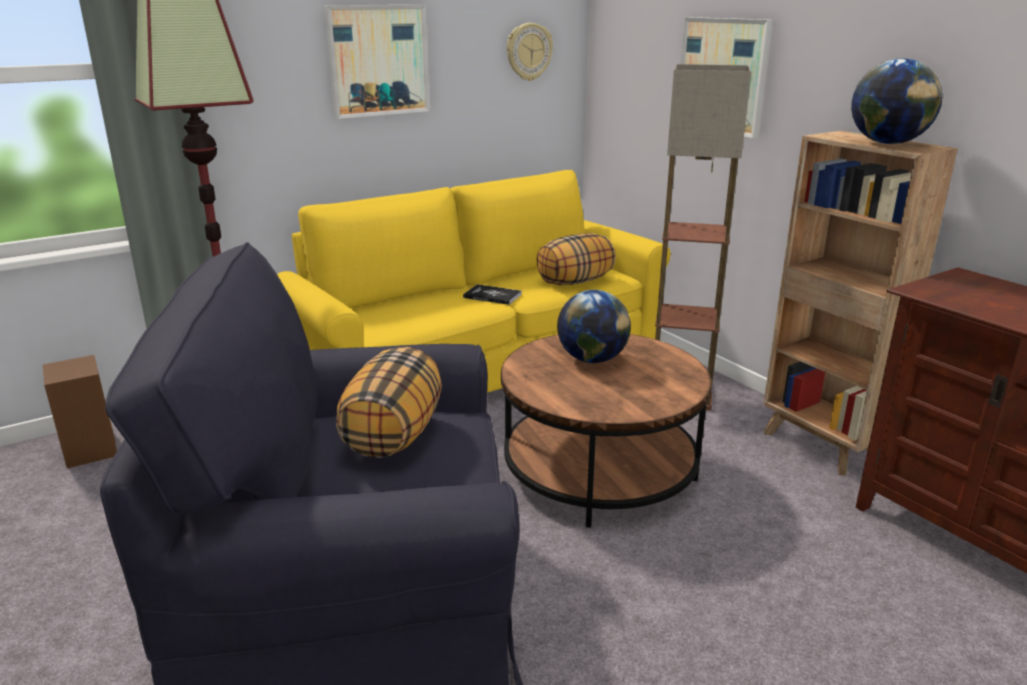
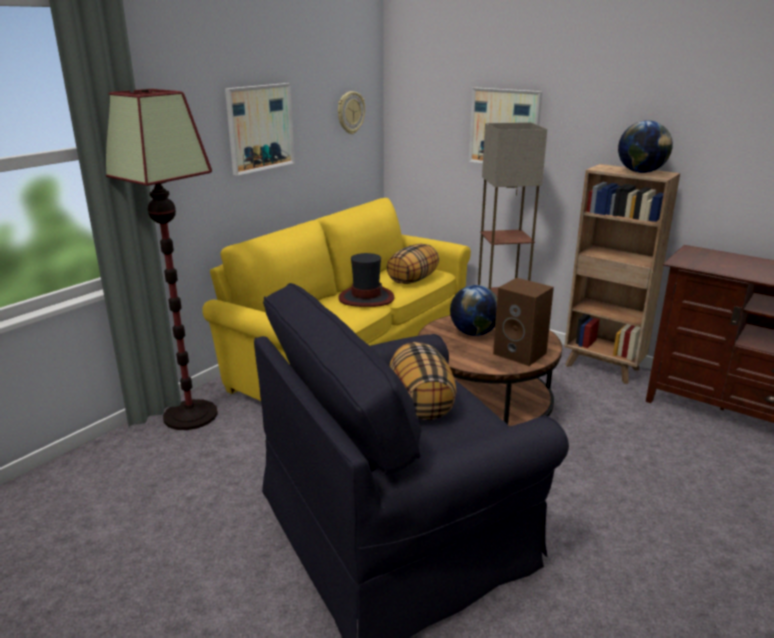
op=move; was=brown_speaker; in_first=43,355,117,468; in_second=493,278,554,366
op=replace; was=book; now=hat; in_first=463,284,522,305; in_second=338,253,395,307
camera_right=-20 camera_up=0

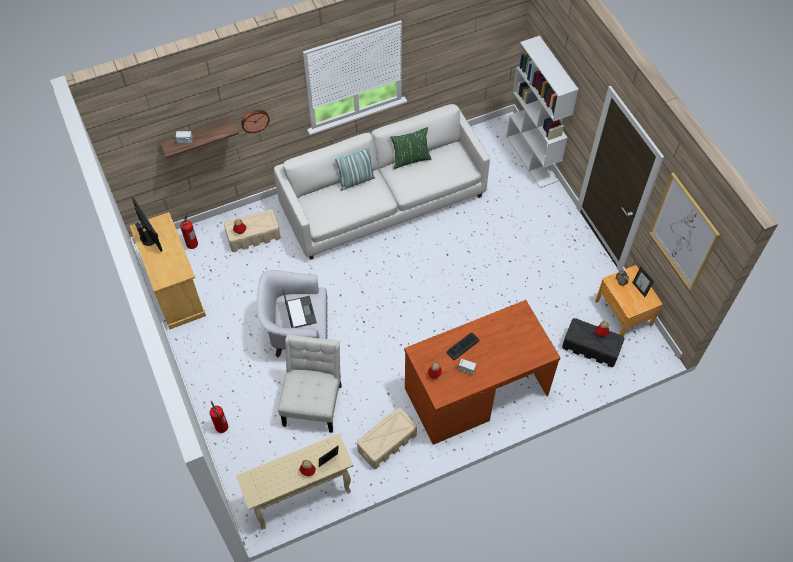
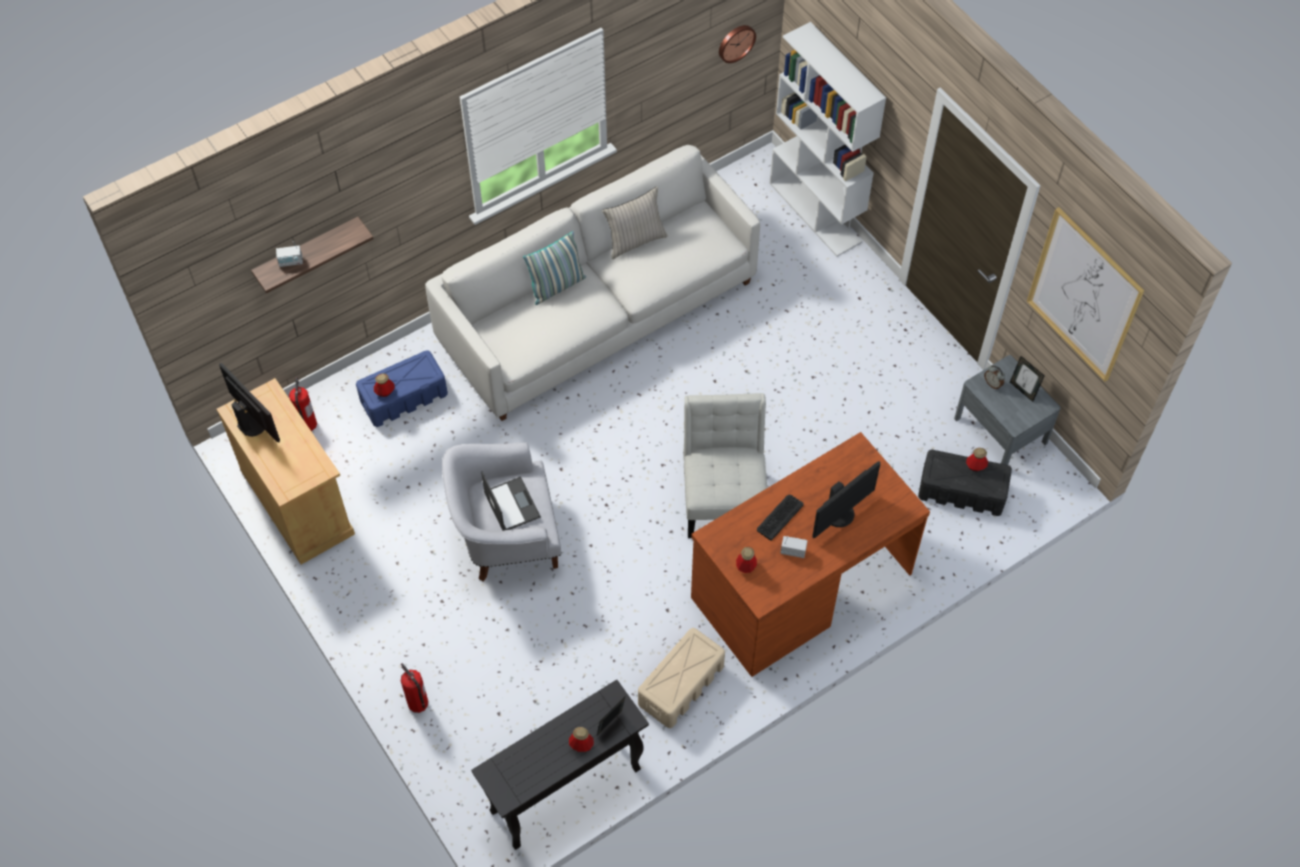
op=recolor; was=beige_storage_box; now=blue_storage_box; in_first=224,209,281,252; in_second=356,350,448,427
op=recolor; was=beige_console_table; now=black_console_table; in_first=236,433,353,530; in_second=471,680,649,850
op=move; was=wall_clock; in_first=241,110,270,133; in_second=719,25,756,63
op=move; was=white_chair; in_first=278,335,342,433; in_second=683,393,767,538
op=recolor; was=green_pillow; now=beige_pillow; in_first=390,127,432,169; in_second=602,186,668,259
op=recolor; was=brown_nightstand; now=grey_nightstand; in_first=595,265,662,336; in_second=954,355,1061,465
op=insert; now=monitor; in_second=812,461,880,538
camera_right=-10 camera_up=0

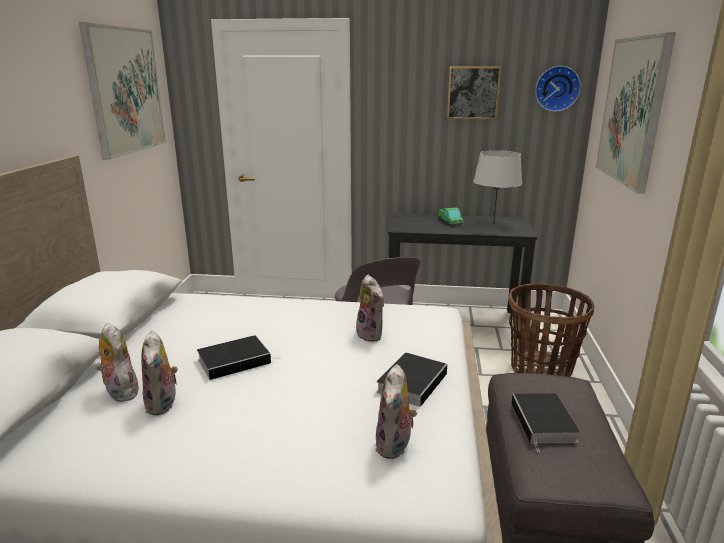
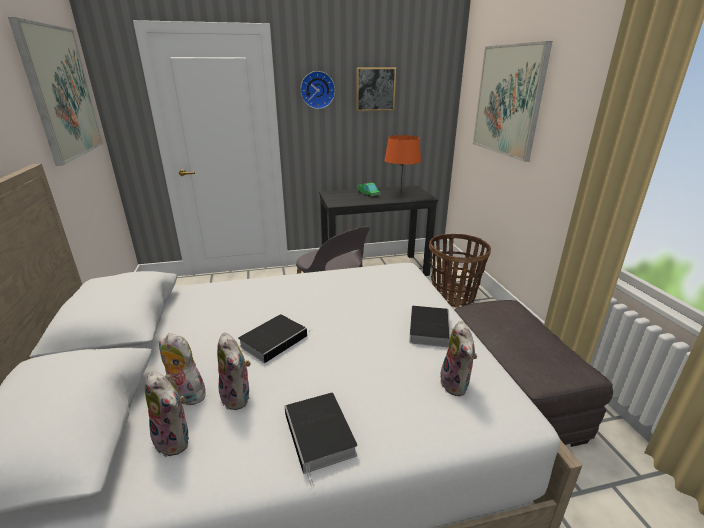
op=move; was=plush_toy; in_first=356,275,384,342; in_second=145,371,189,457
op=recolor; was=grey_table_lamp; now=orange_table_lamp; in_first=473,150,522,220; in_second=384,135,421,188
op=move; was=book; in_first=511,393,580,452; in_second=285,393,357,487
op=move; was=wall_clock; in_first=535,66,581,112; in_second=300,71,335,109
camera_right=-20 camera_up=5

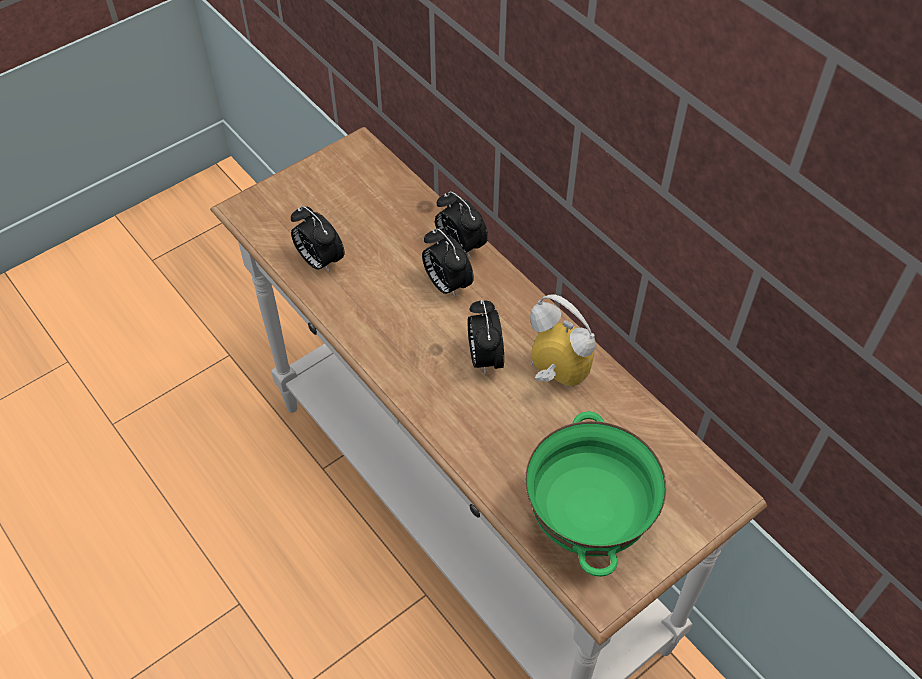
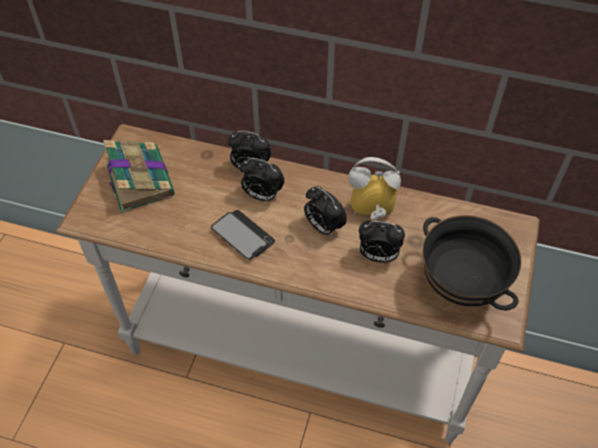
op=move; was=alarm_clock; in_first=291,206,344,273; in_second=359,220,405,263
op=recolor; was=green_bowl; now=black_bowl; in_first=525,411,667,577; in_second=423,215,522,311
op=insert; now=book; in_second=103,140,174,213
op=insert; now=phone; in_second=211,210,275,260
camera_right=-35 camera_up=0

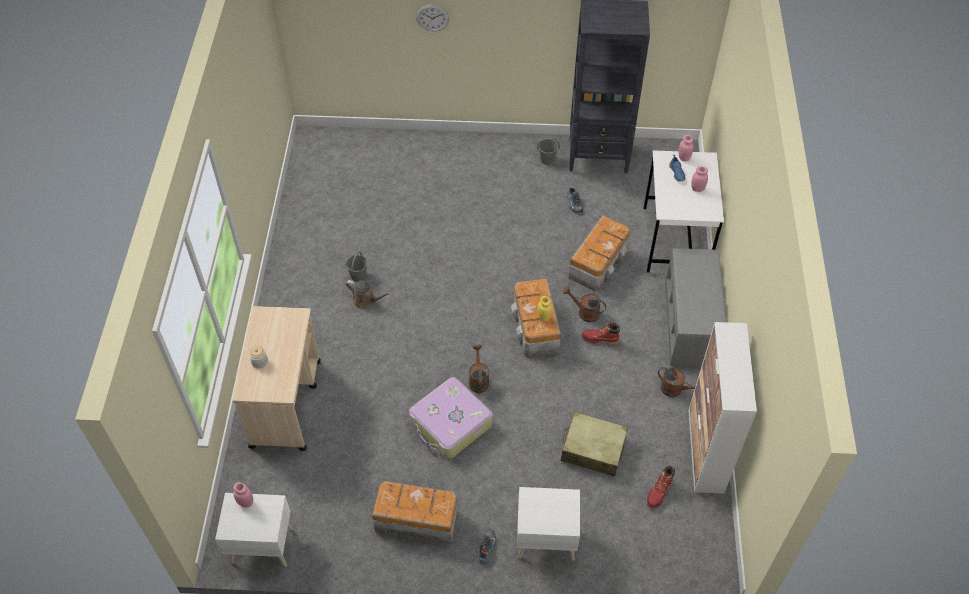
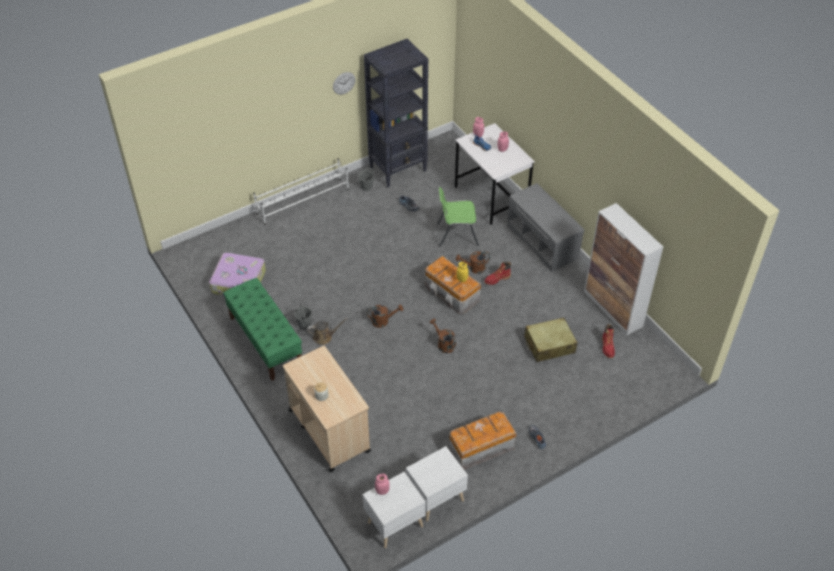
op=move; was=suitcase; in_first=409,377,493,459; in_second=209,252,266,297
op=move; was=wall_clock; in_first=416,5,449,31; in_second=333,72,356,95
op=move; was=white_nightstand; in_first=517,487,580,561; in_second=406,446,468,521
op=replace; was=storage_box; now=green_chair; in_first=569,216,630,291; in_second=437,187,479,247
op=move; was=brown_watering_can; in_first=658,367,696,397; in_second=367,305,403,328
op=insert; now=green_bench; in_second=223,278,302,381
op=insert; now=white_shoe_rack; in_second=253,158,349,225
camera_right=-35 camera_up=-5

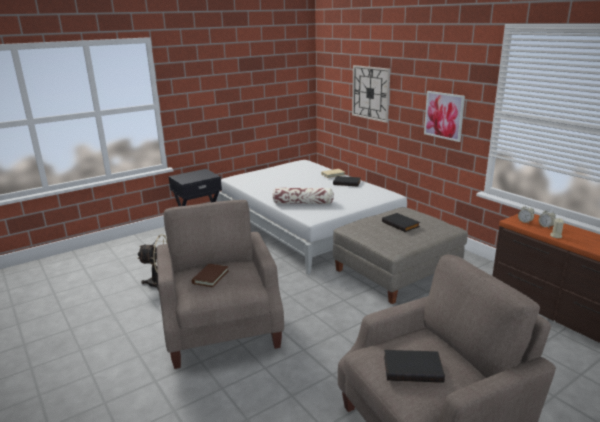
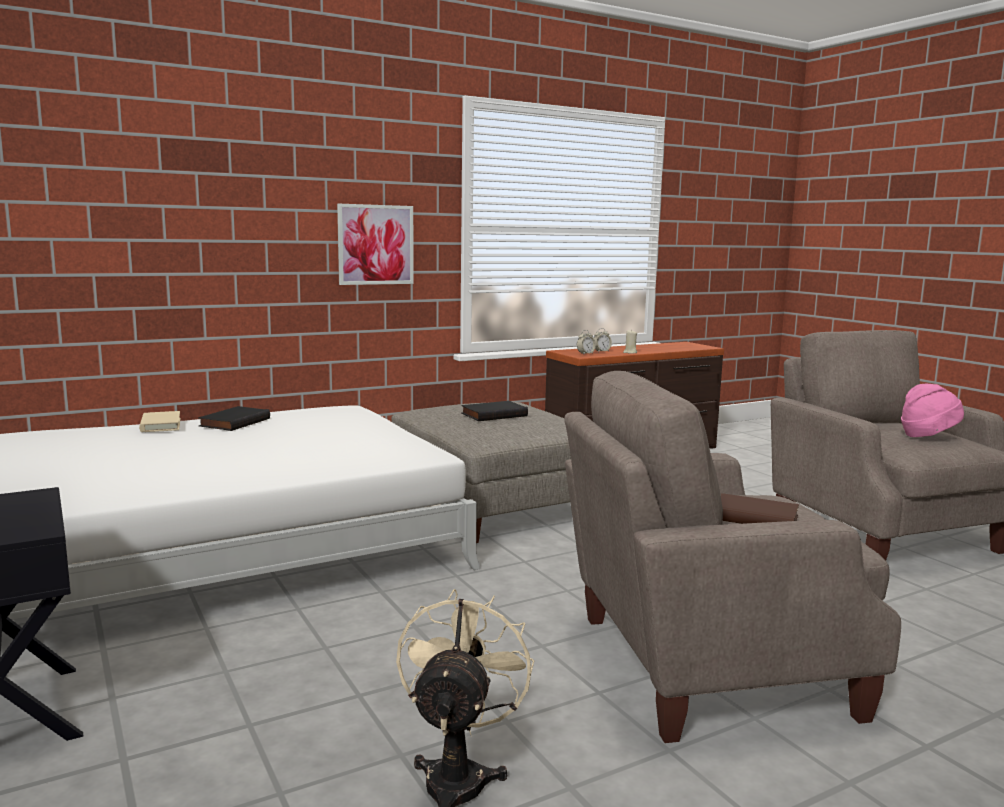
op=delete; was=pillow; in_first=272,188,334,204
op=delete; was=wall_clock; in_first=352,65,390,123
op=replace; was=black_book; now=pink_hat; in_first=384,350,445,383; in_second=901,384,964,437
camera_right=-85 camera_up=-10

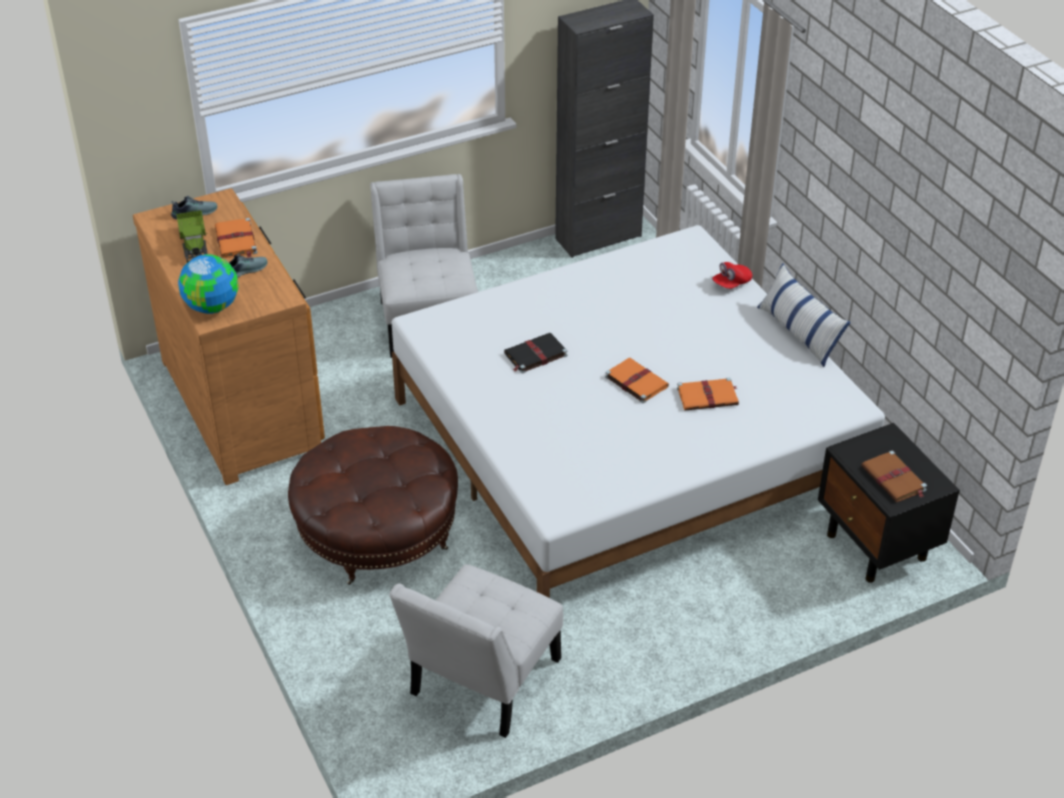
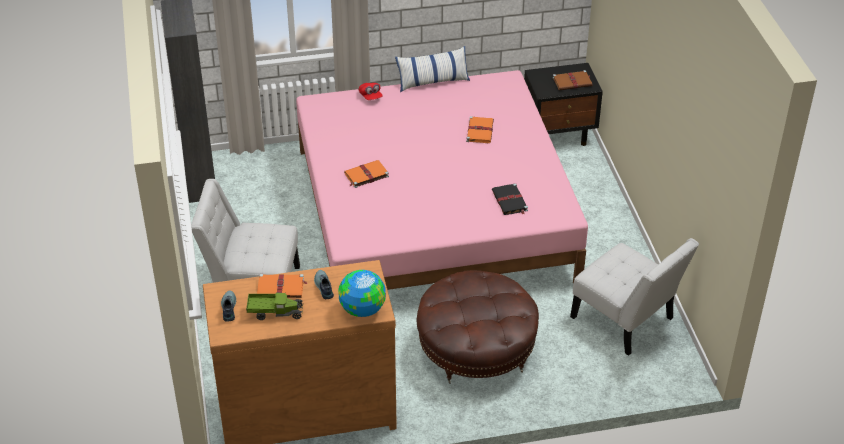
op=recolor; was=white_bed; now=pink_bed; in_first=391,225,885,598; in_second=296,70,588,290
op=move; was=black_book; in_first=504,333,568,373; in_second=492,183,528,215
op=move; was=orange_book; in_first=605,358,669,403; in_second=344,160,389,188
camera_right=-75 camera_up=0

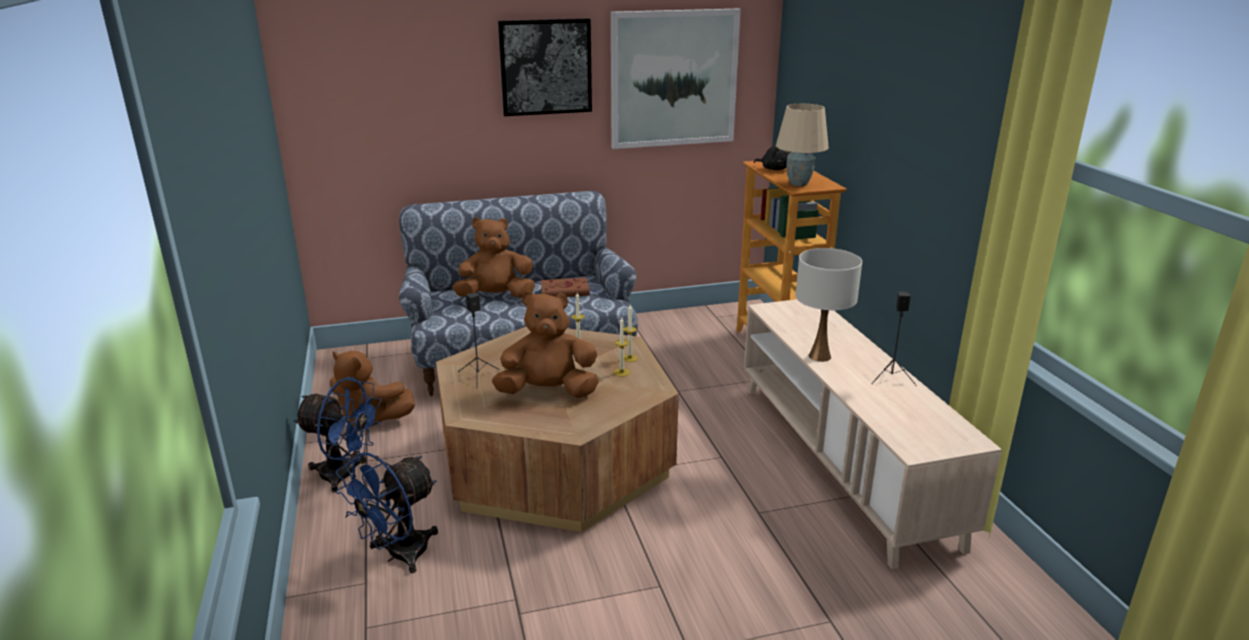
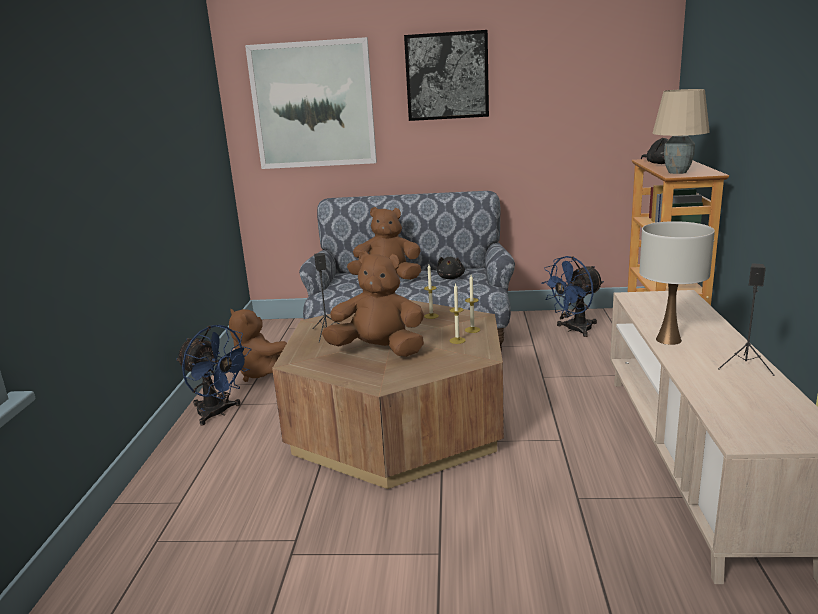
op=move; was=blue_fan; in_first=336,452,438,573; in_second=541,256,604,337
op=replace; was=brown_book; now=black_plush_toy; in_first=541,278,598,297; in_second=437,257,465,279
op=move; was=picture; in_first=611,9,741,149; in_second=245,37,377,169
camera_right=20 camera_up=-5

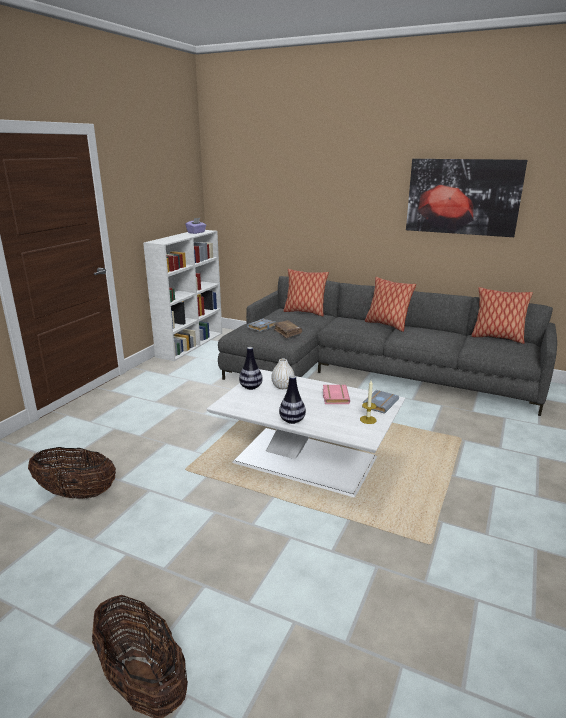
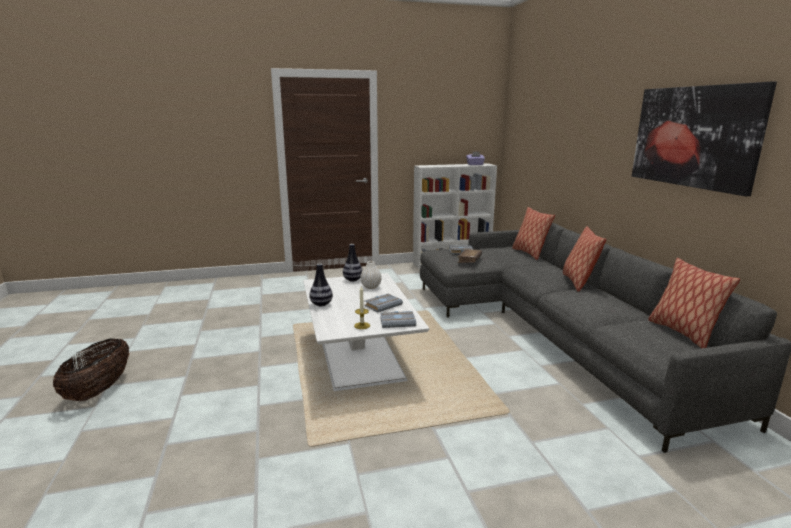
op=delete; was=basket; in_first=28,447,116,499
op=recolor; was=pink_book; now=grey_book; in_first=323,385,350,404; in_second=364,294,403,312
camera_right=50 camera_up=-5

